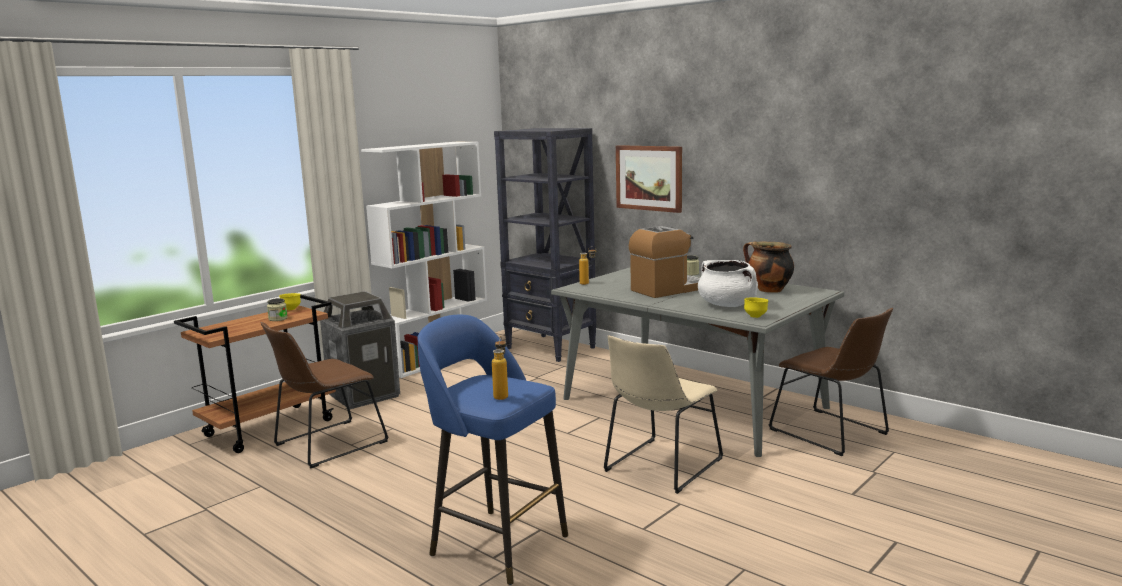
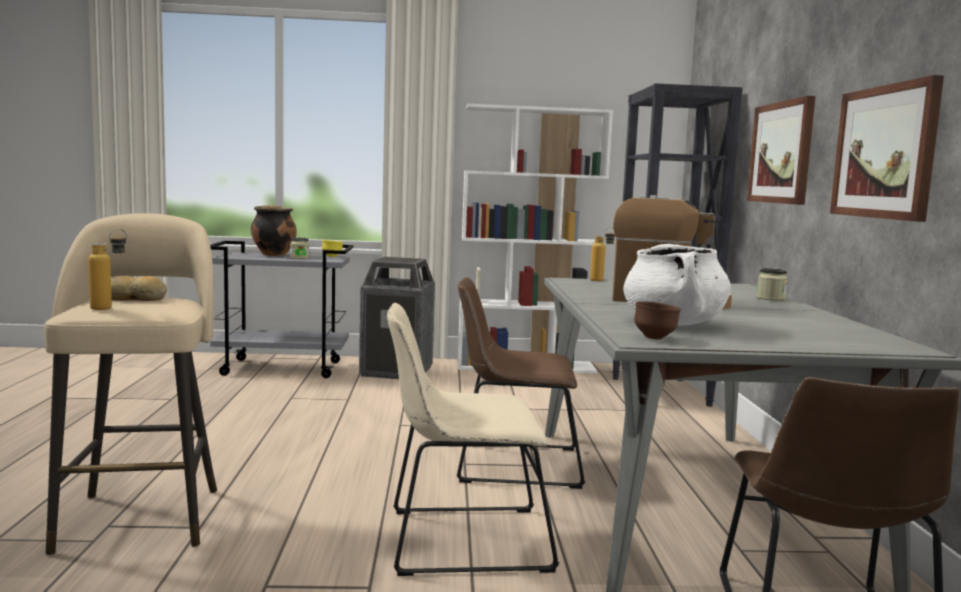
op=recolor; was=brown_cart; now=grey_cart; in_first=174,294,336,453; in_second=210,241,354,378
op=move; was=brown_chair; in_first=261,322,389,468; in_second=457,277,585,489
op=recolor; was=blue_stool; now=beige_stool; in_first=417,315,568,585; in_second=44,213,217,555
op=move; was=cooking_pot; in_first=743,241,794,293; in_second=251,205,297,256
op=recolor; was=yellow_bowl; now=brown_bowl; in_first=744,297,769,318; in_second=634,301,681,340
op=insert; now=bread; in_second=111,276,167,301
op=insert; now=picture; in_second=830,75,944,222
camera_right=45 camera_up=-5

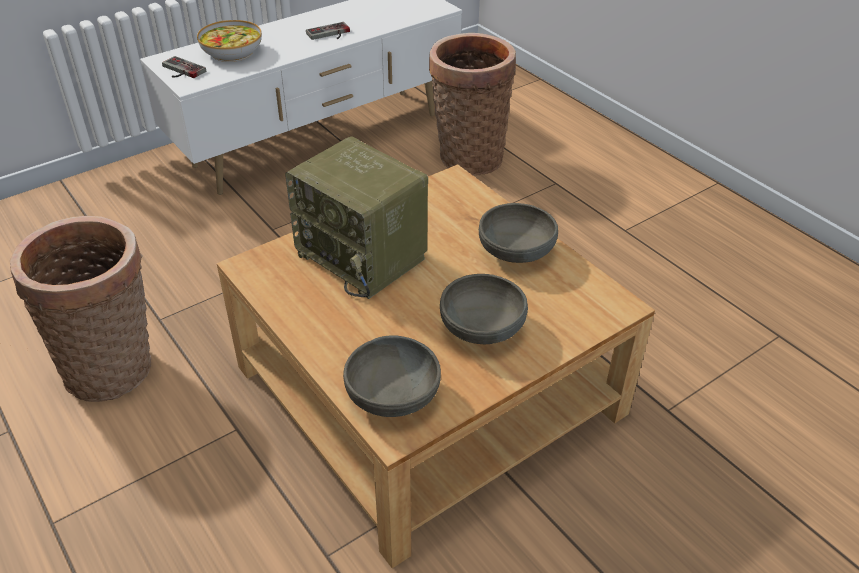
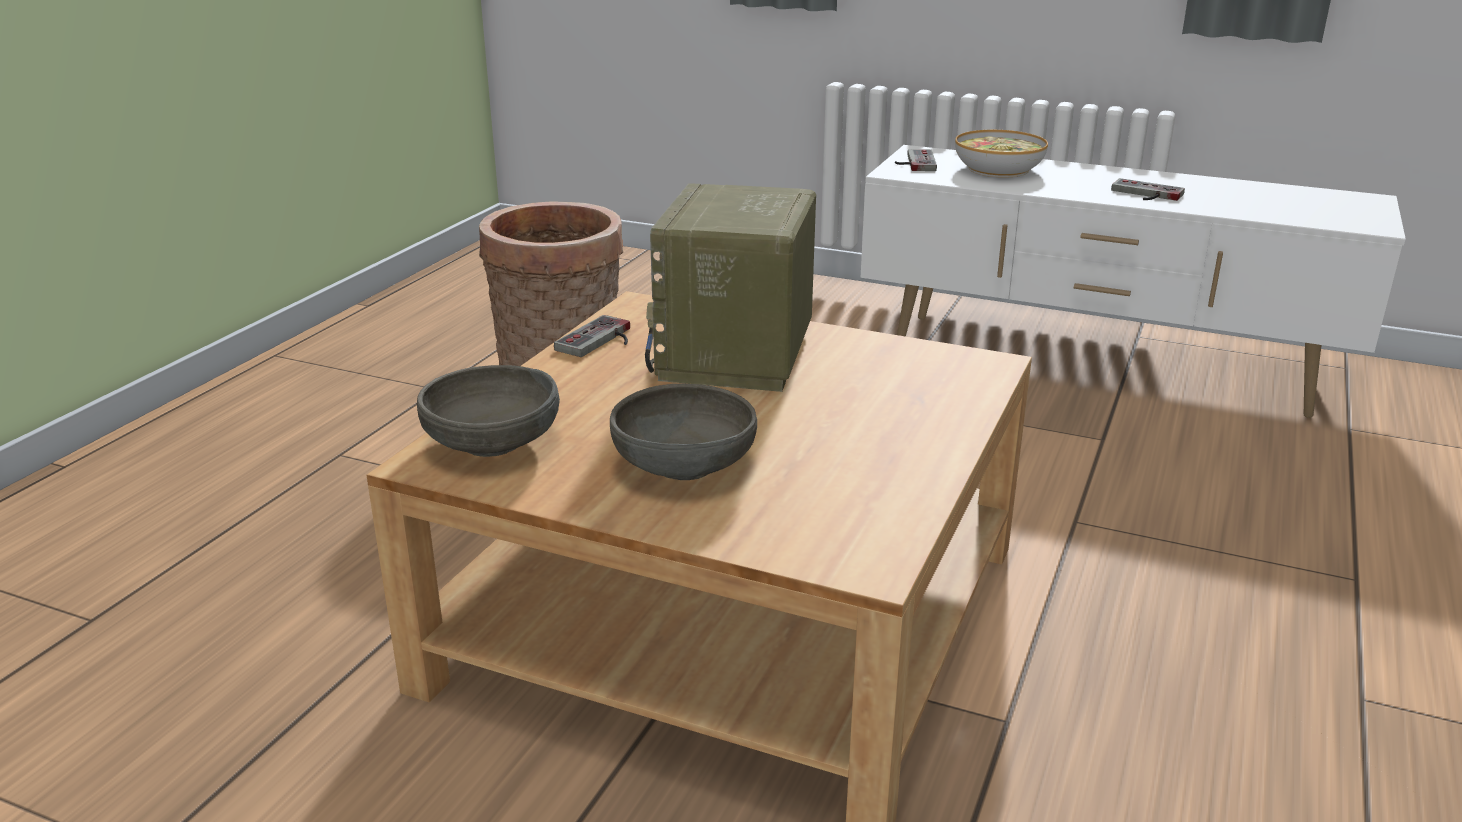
op=delete; was=basket; in_first=429,33,516,175
op=delete; was=grey_bowl; in_first=479,203,558,263
op=insert; now=game_controller; in_second=554,315,630,357
camera_right=60 camera_up=-15

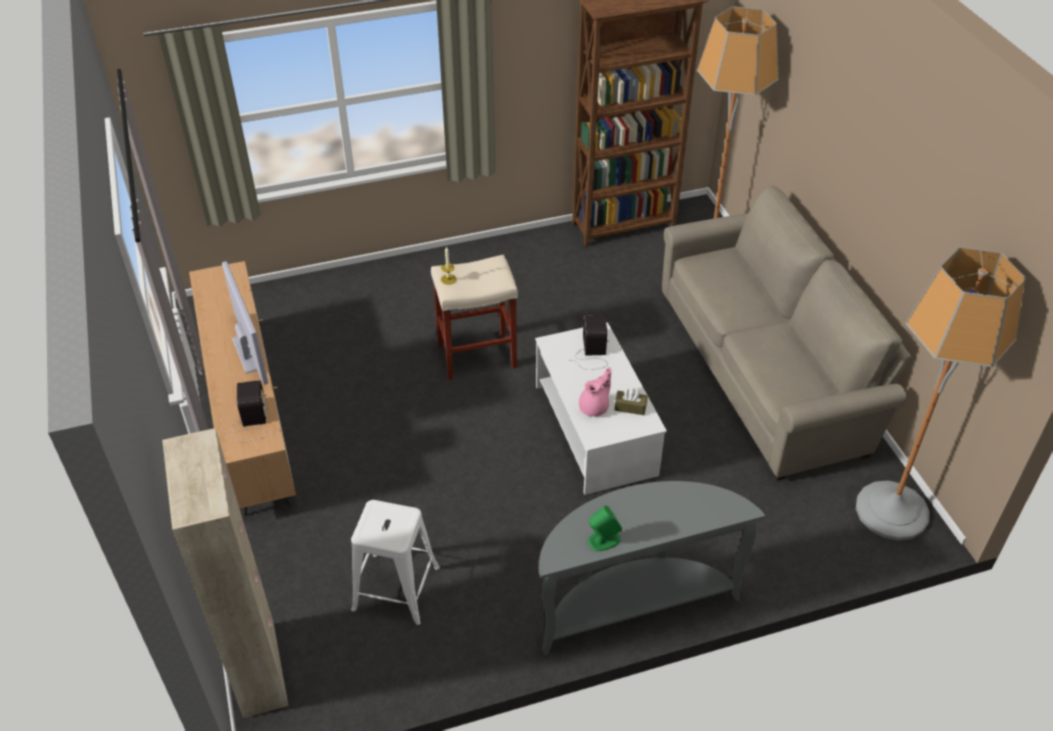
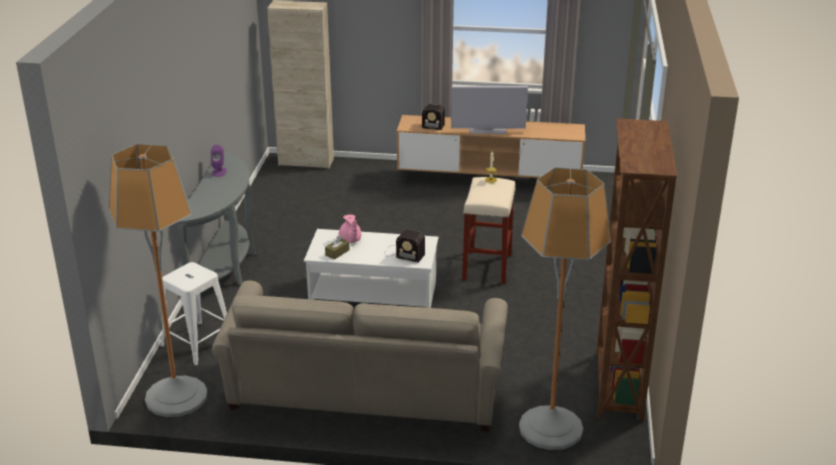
op=move; was=white_stool; in_first=351,500,440,626; in_second=161,262,227,366
op=recolor; was=green_speaker; now=purple_speaker; in_first=588,506,622,551; in_second=211,145,227,177
camera_right=115 camera_up=-15

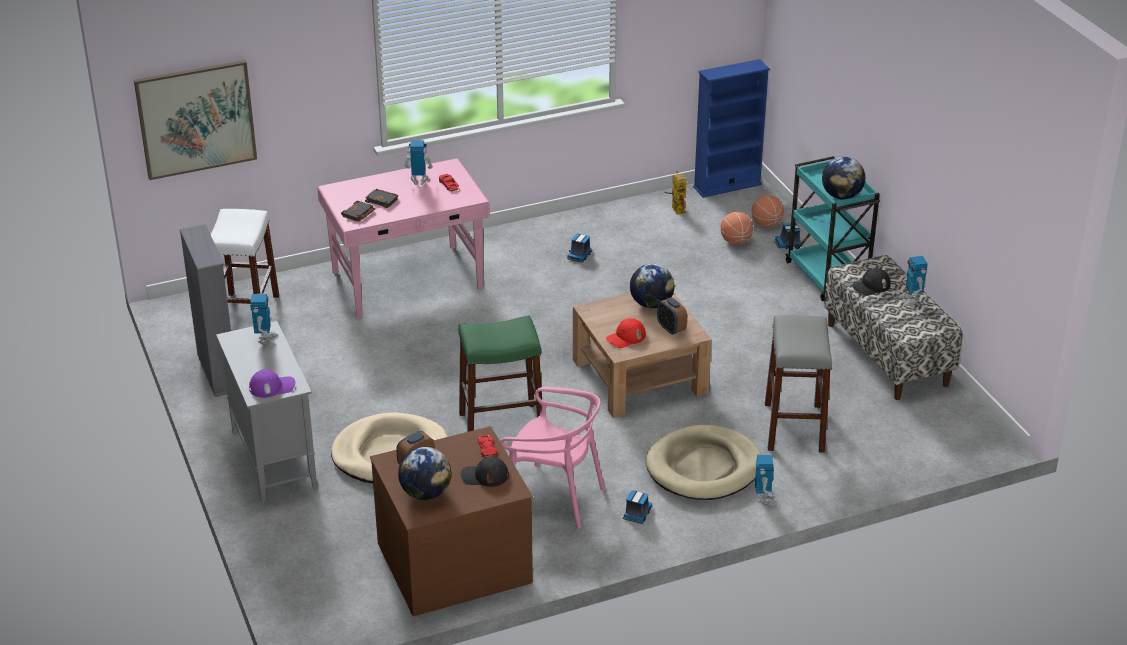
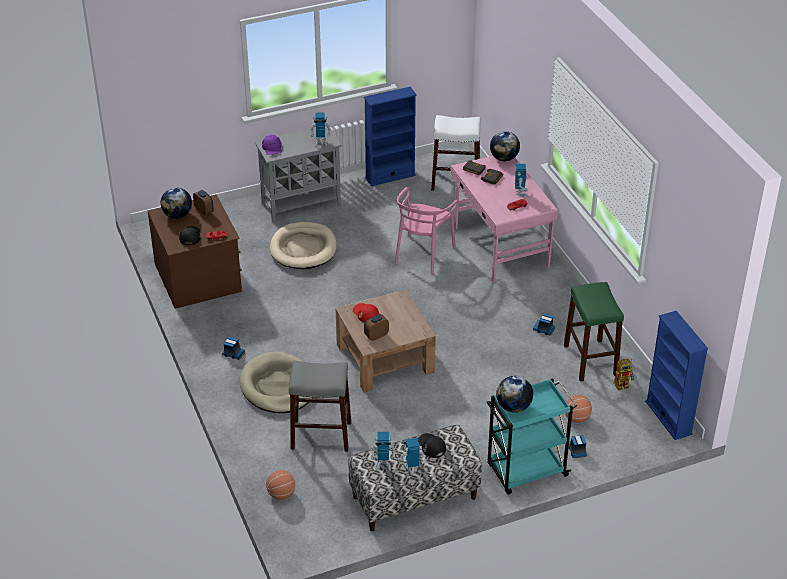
op=delete; was=picture; in_first=134,60,257,180
op=recolor; was=grey_bookcase; now=blue_bookcase; in_first=180,224,231,397; in_second=364,87,417,186
op=move; was=green_stool; in_first=458,316,542,432; in_second=564,282,624,381
op=move; was=pink_chair; in_first=500,387,605,529; in_second=395,187,459,274
op=move; was=globe; in_first=630,264,675,308; in_second=490,131,520,161
op=move; was=basketball; in_first=751,195,784,227; in_second=266,470,295,500
op=move; was=toy_robot; in_first=755,455,776,506; in_second=371,432,396,471
camera_right=90 camera_up=5

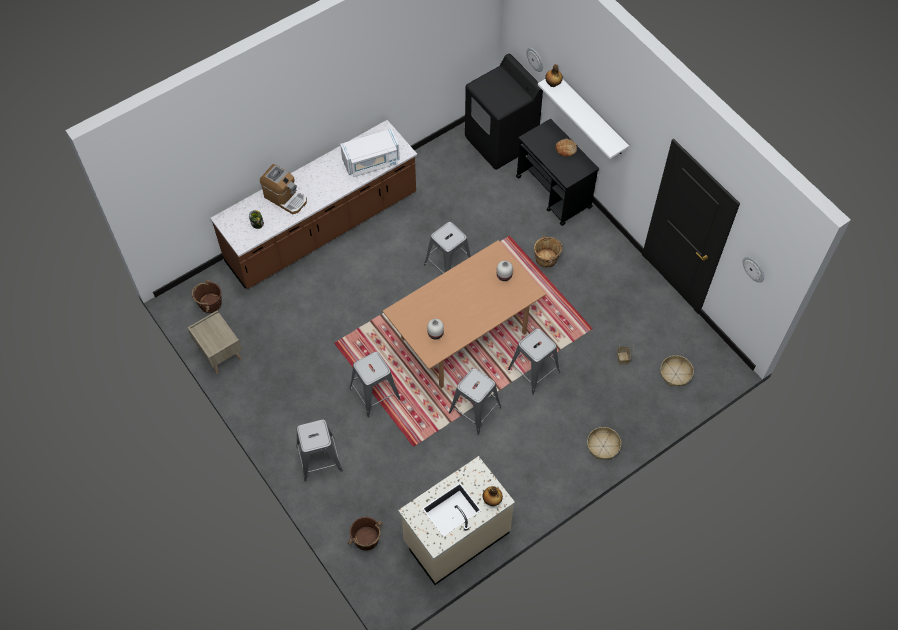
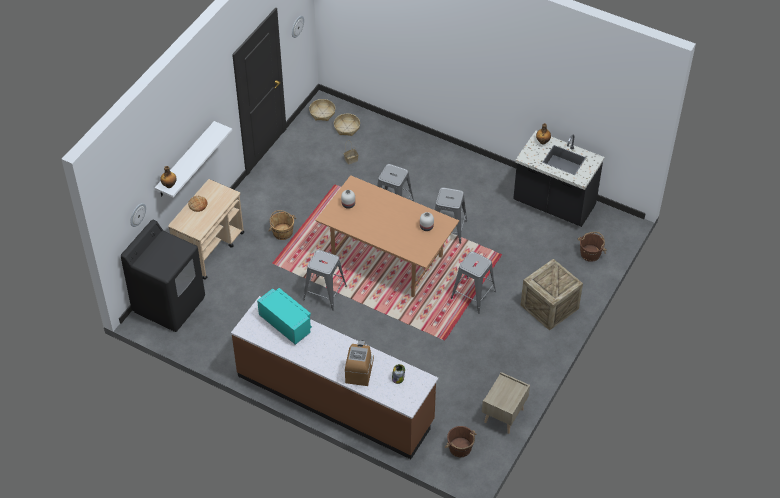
op=replace; was=grey_stool; now=crate; in_first=296,419,343,481; in_second=520,259,583,331
op=recolor; was=white_microwave; now=turquoise_microwave; in_first=340,129,400,177; in_second=257,288,312,345
op=recolor; was=beige_counter; now=black_counter; in_first=398,456,515,585; in_second=513,131,605,227
op=recolor; was=black_cart; now=beige_cart; in_first=516,119,599,226; in_second=168,179,244,280
op=move; was=basket; in_first=587,427,621,459; in_second=309,99,335,121
camera_right=-115 camera_up=-10

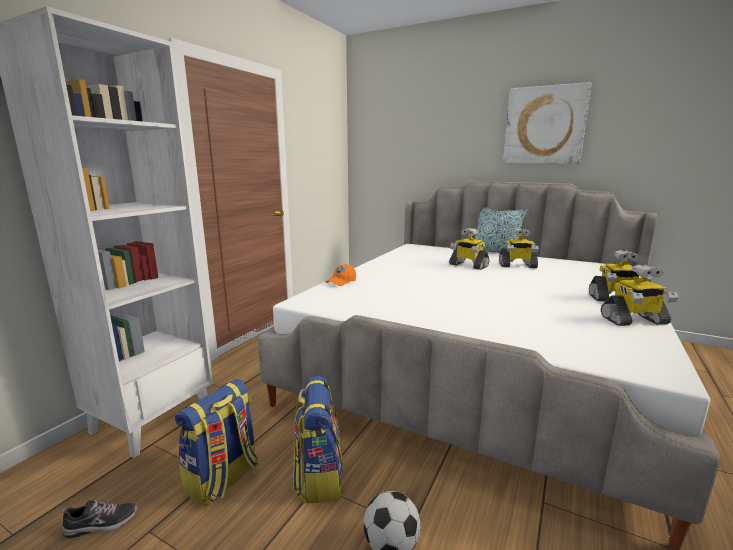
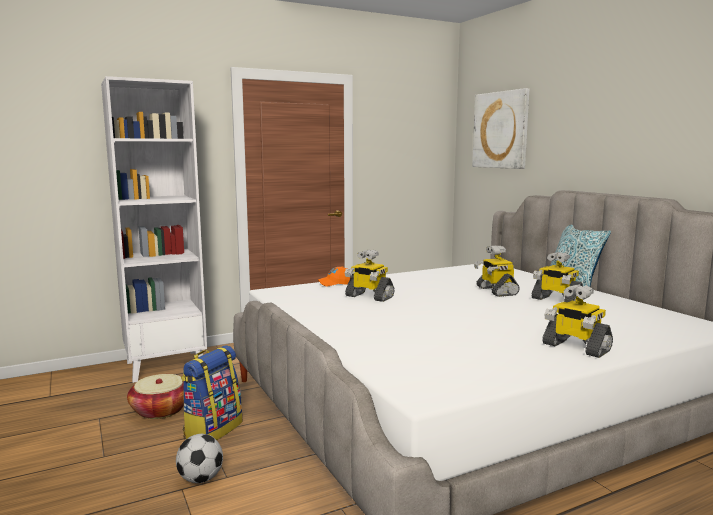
op=delete; was=shoe; in_first=62,500,138,538
op=replace; was=backpack; now=basket; in_first=175,379,258,508; in_second=127,374,184,419
op=move; was=picture; in_first=503,82,591,163; in_second=472,88,529,169
op=move; was=toy_robot; in_first=601,264,679,326; in_second=345,249,395,302
camera_right=35 camera_up=-5

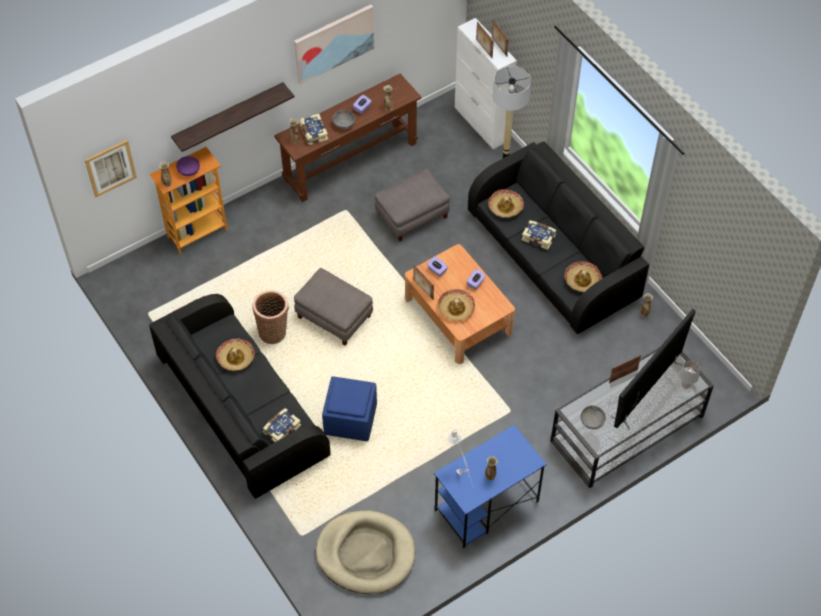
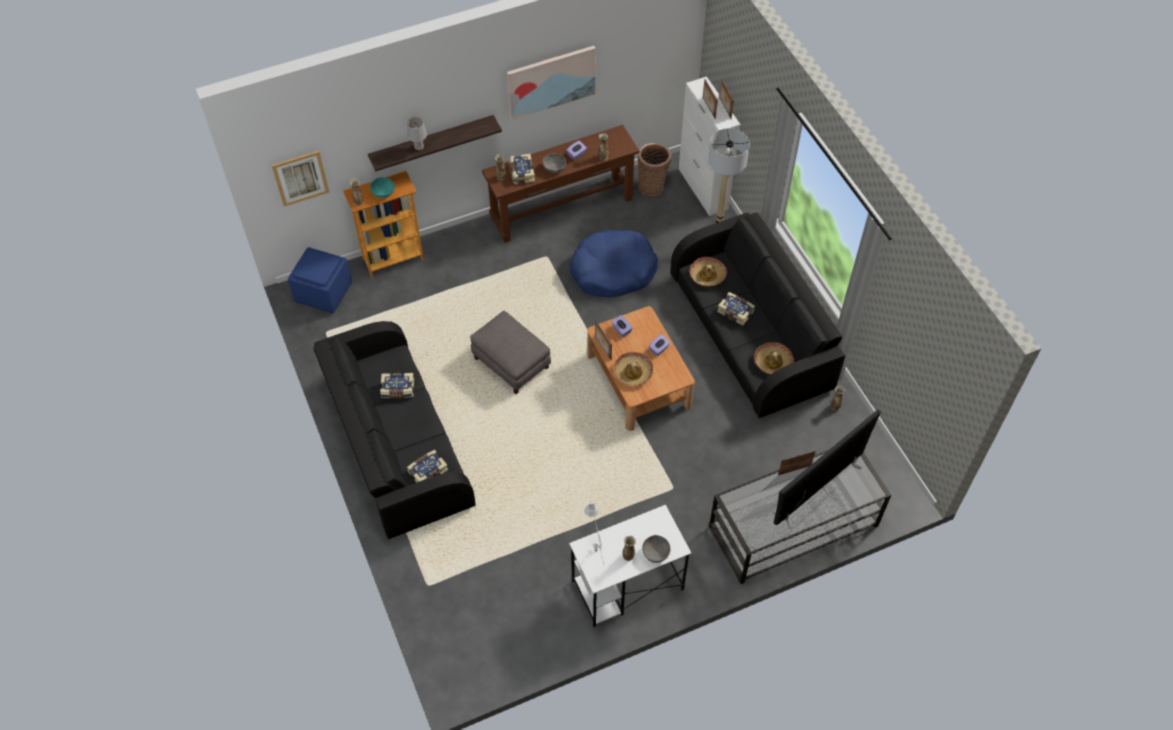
op=recolor; was=purple_bowl; now=turquoise_bowl; in_first=176,156,200,176; in_second=370,177,395,198
op=replace; was=hat; now=book; in_first=216,339,255,371; in_second=380,373,414,398
op=move; was=basket; in_first=253,290,289,344; in_second=638,143,671,197
op=delete; was=beige_dog_bed; in_first=316,511,415,594
op=move; was=blue_ottoman; in_first=322,376,377,441; in_second=288,247,352,313
op=replace; was=grey_ottoman; now=blue_dog_bed; in_first=375,169,450,241; in_second=570,230,658,298
op=recolor; was=blue_desk; now=white_desk; in_first=434,425,547,549; in_second=569,505,691,627
op=move; was=grey_bowl; in_first=581,405,606,429; in_second=642,535,670,563
op=move; was=grey_table_lamp; in_first=679,360,700,389; in_second=407,117,427,151
camera_right=10 camera_up=0

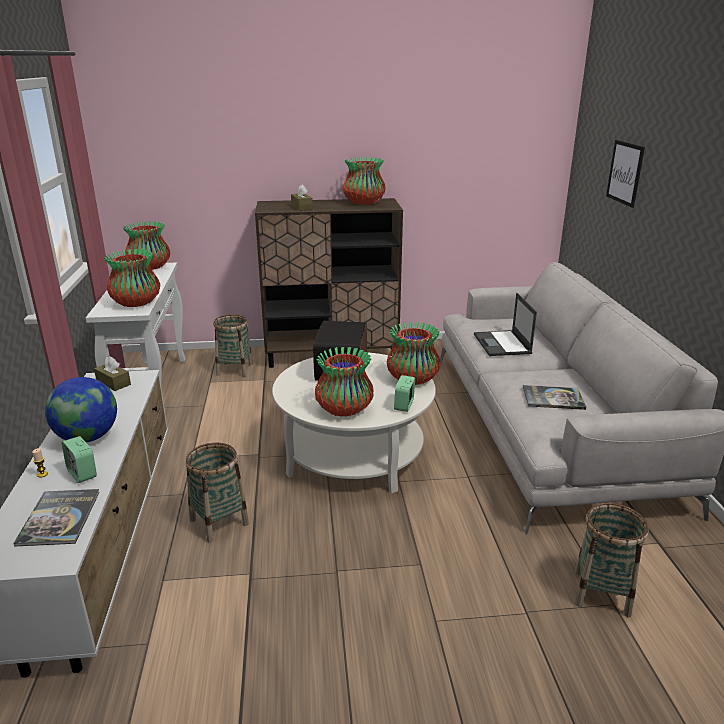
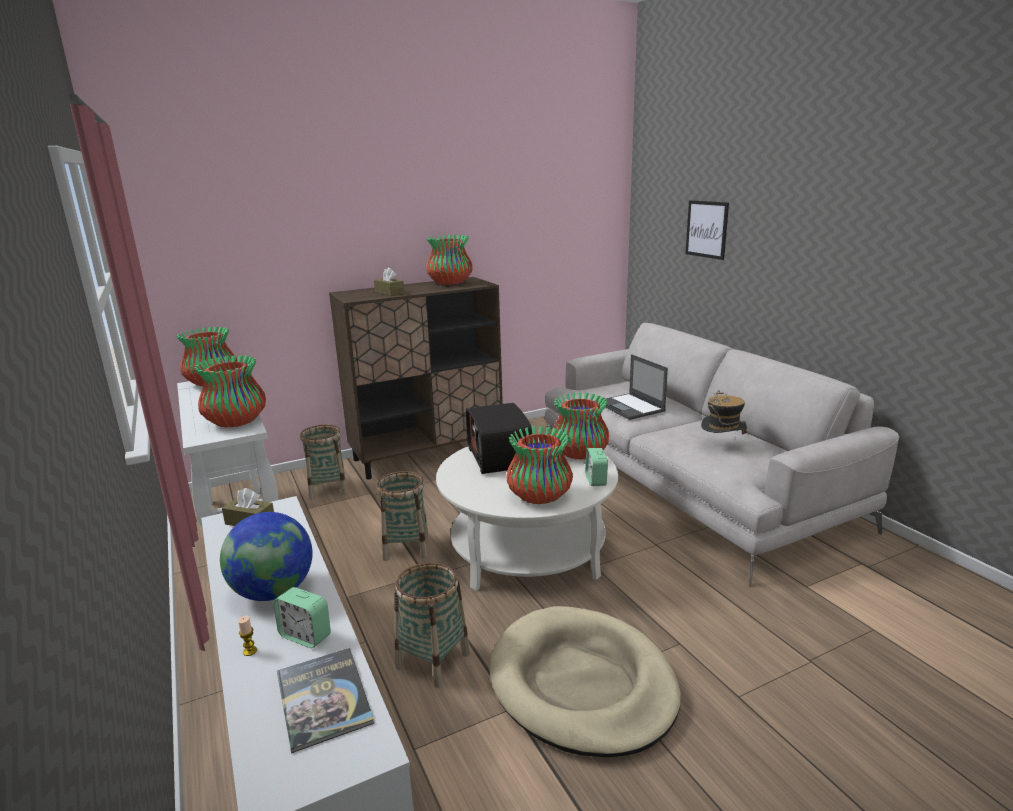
op=replace; was=book; now=hat; in_first=522,385,586,410; in_second=701,390,747,435
op=move; was=basket; in_first=575,503,649,617; in_second=377,471,429,561
op=insert; now=beige_dog_bed; in_second=490,606,681,757
camera_right=-20 camera_up=-5

